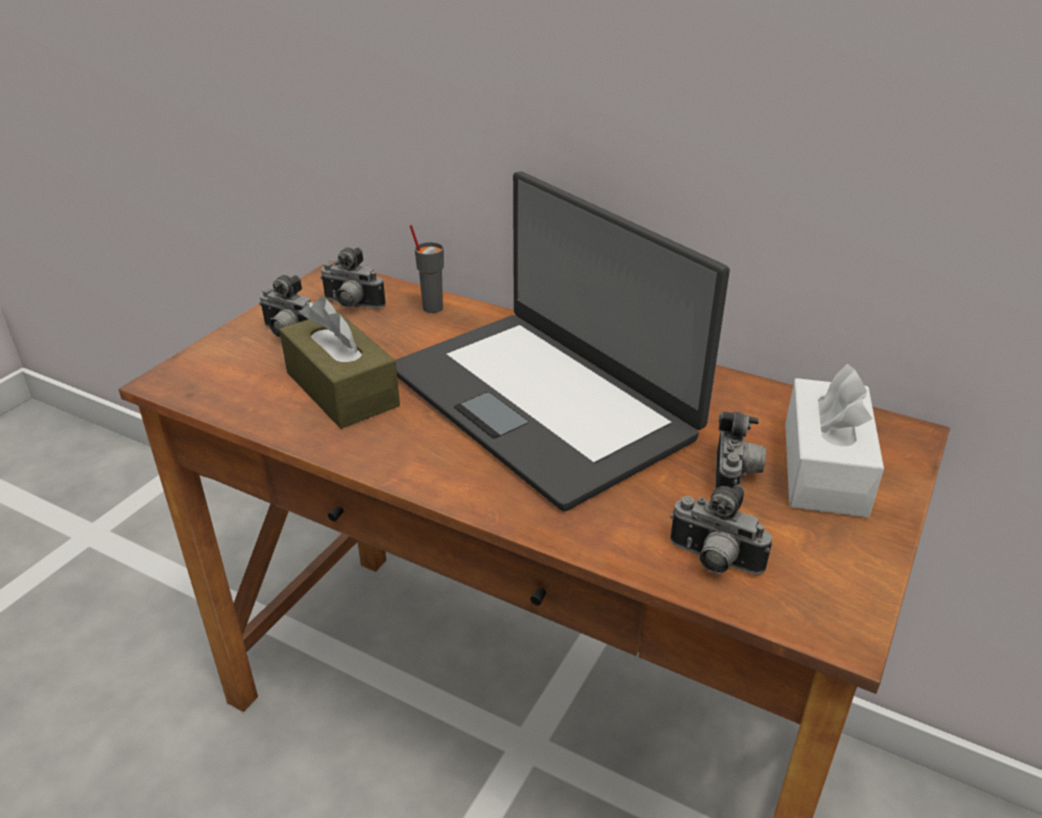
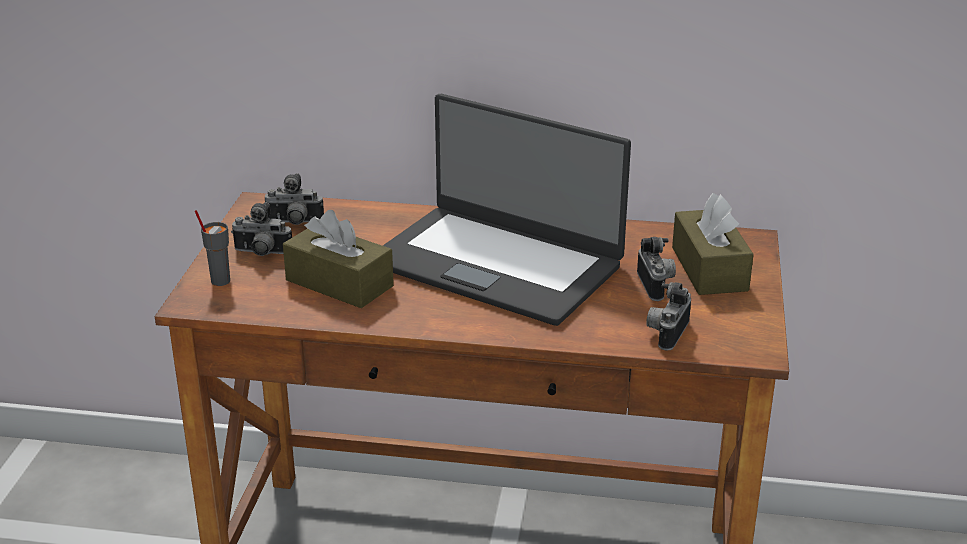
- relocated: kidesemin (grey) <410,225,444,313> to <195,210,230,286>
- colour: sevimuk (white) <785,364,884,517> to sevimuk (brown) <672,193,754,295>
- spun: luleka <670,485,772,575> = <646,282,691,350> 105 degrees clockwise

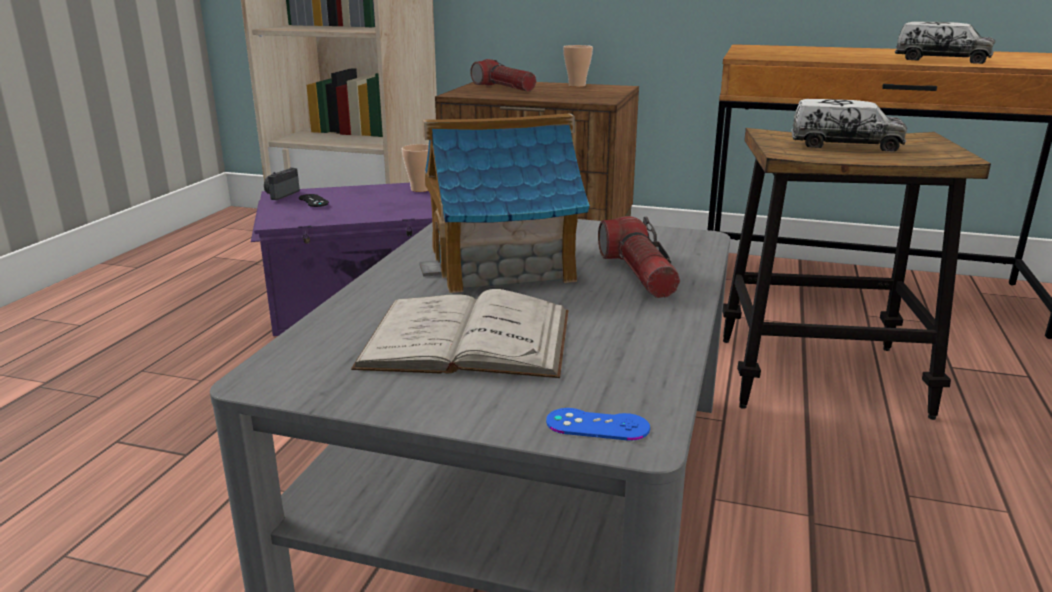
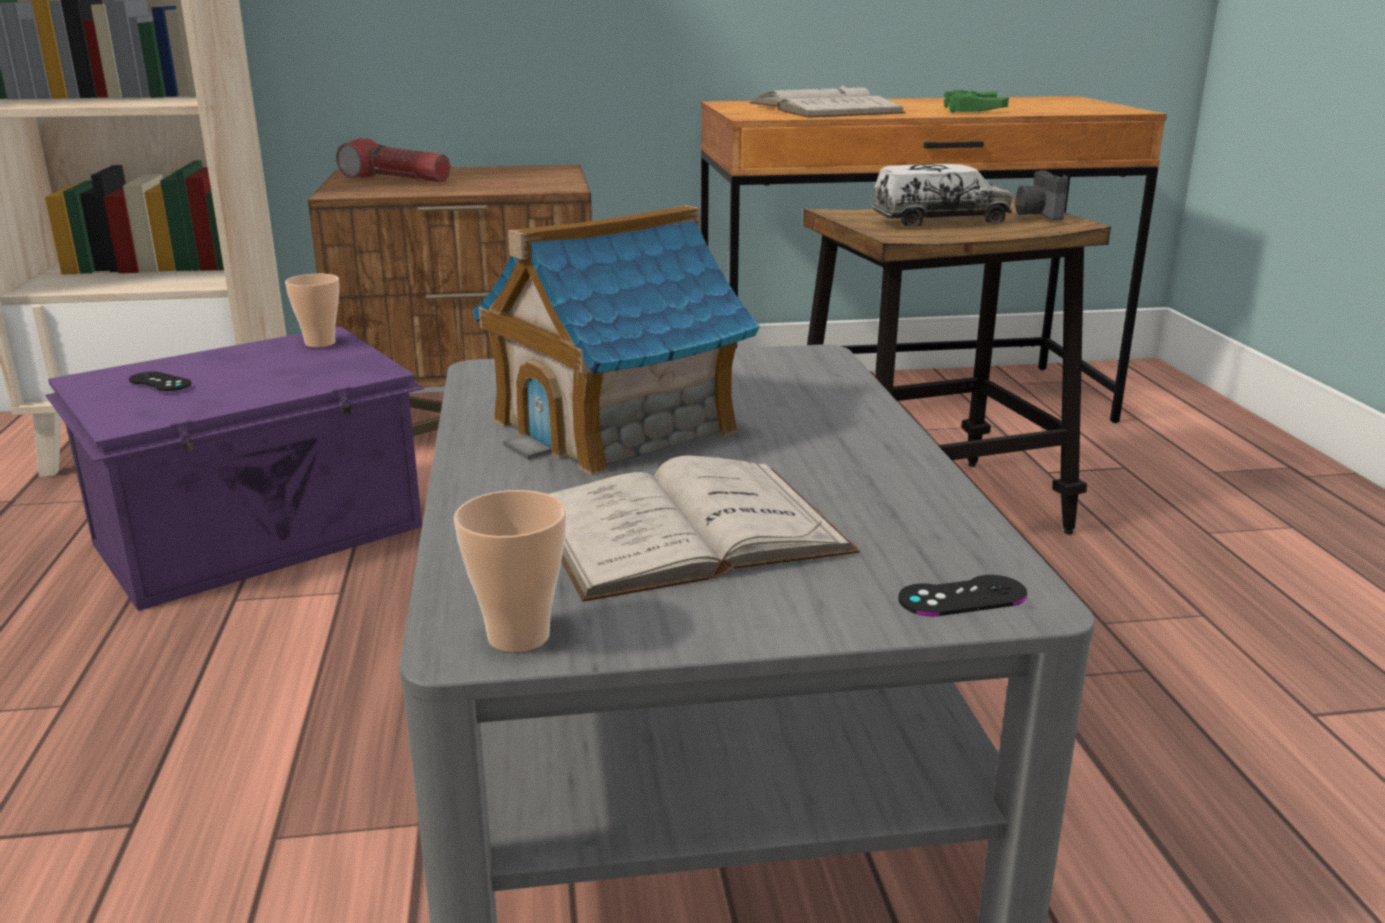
- missing: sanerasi <598,216,680,298>
- appeared: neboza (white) <750,85,906,118>
- relocated: luleka <264,167,300,200> to <1015,170,1068,220>
- relocated: kidesemin <563,45,593,87> to <454,490,566,652>
- exchanged: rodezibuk <895,22,995,64> to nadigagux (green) <943,90,1009,113>
- colour: nadigagux (blue) <546,408,650,441> to nadigagux (black) <898,575,1027,616>

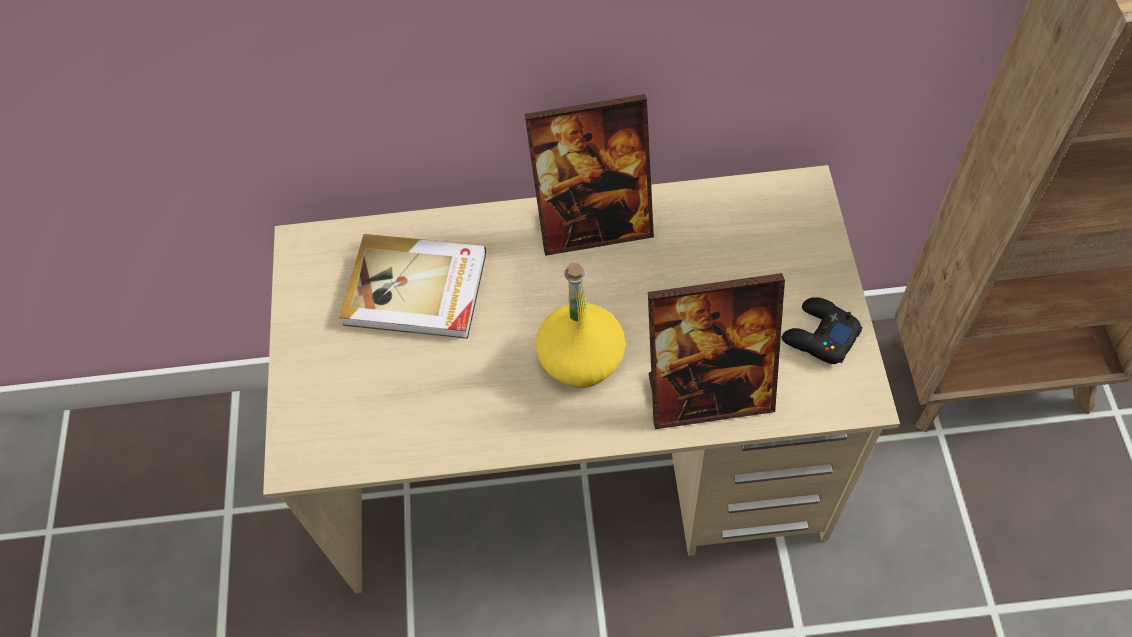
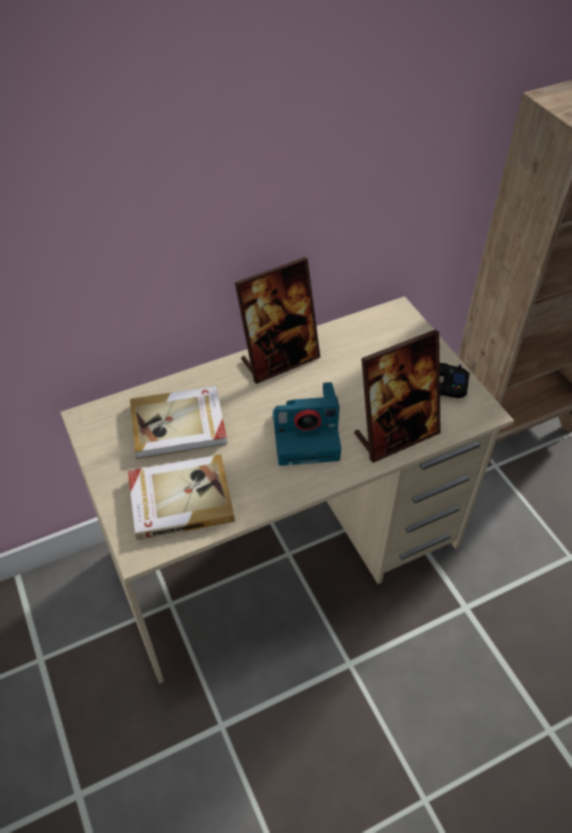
- appeared: neboza <128,454,235,540>
- exchanged: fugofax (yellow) <536,263,625,388> to luleka <273,382,341,466>

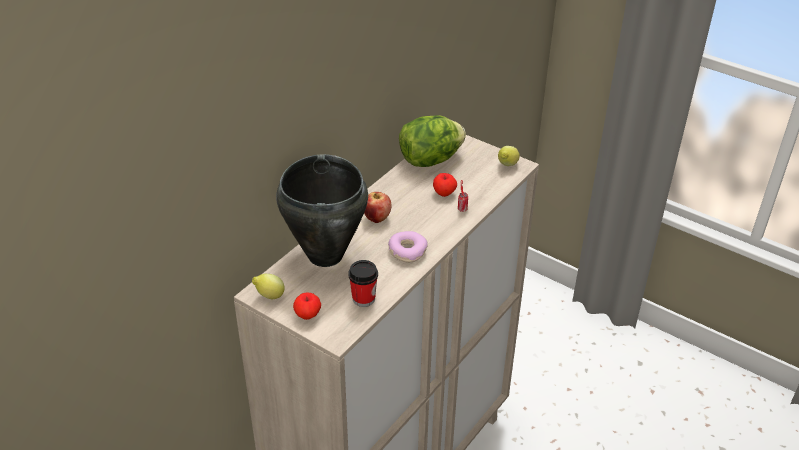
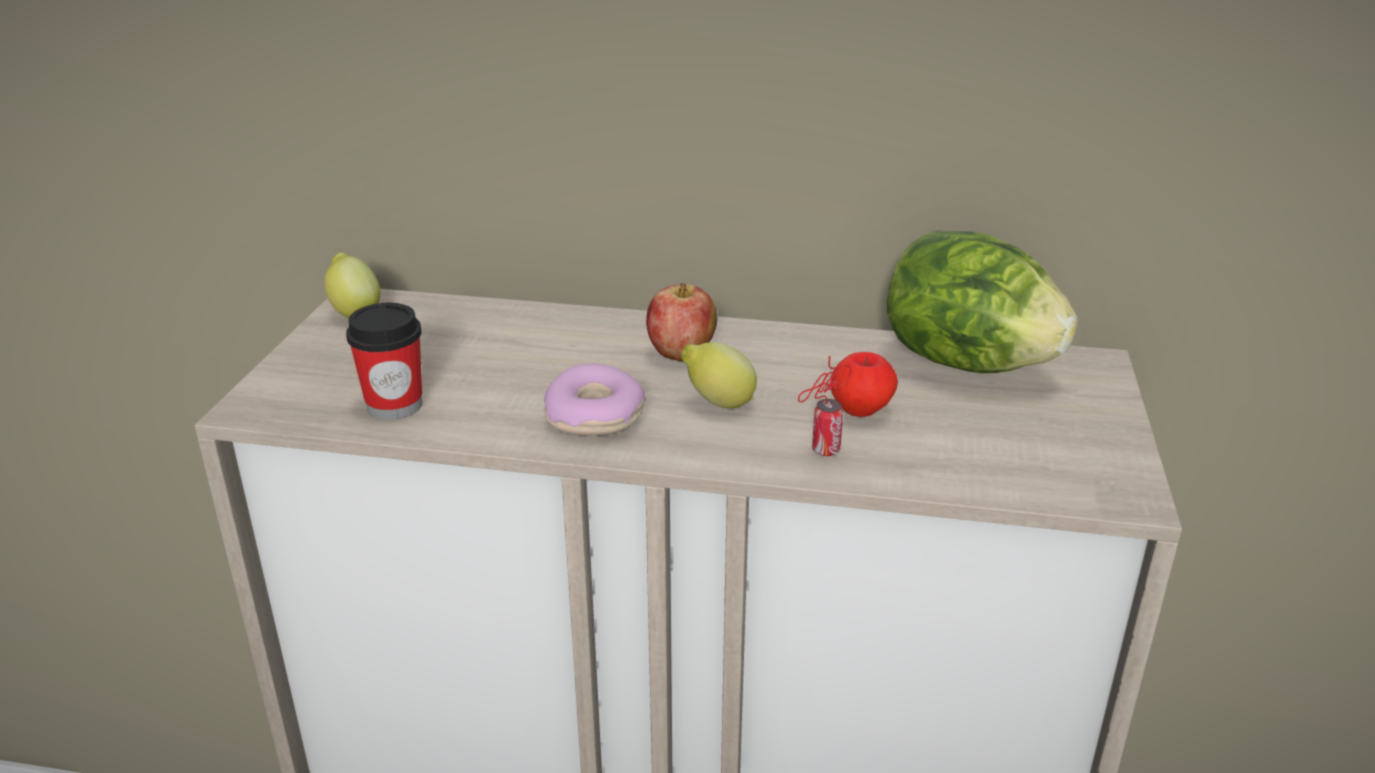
- missing: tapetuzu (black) <276,154,368,267>
- missing: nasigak <293,292,321,320>
- relocated: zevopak <498,146,520,166> to <681,342,757,409>

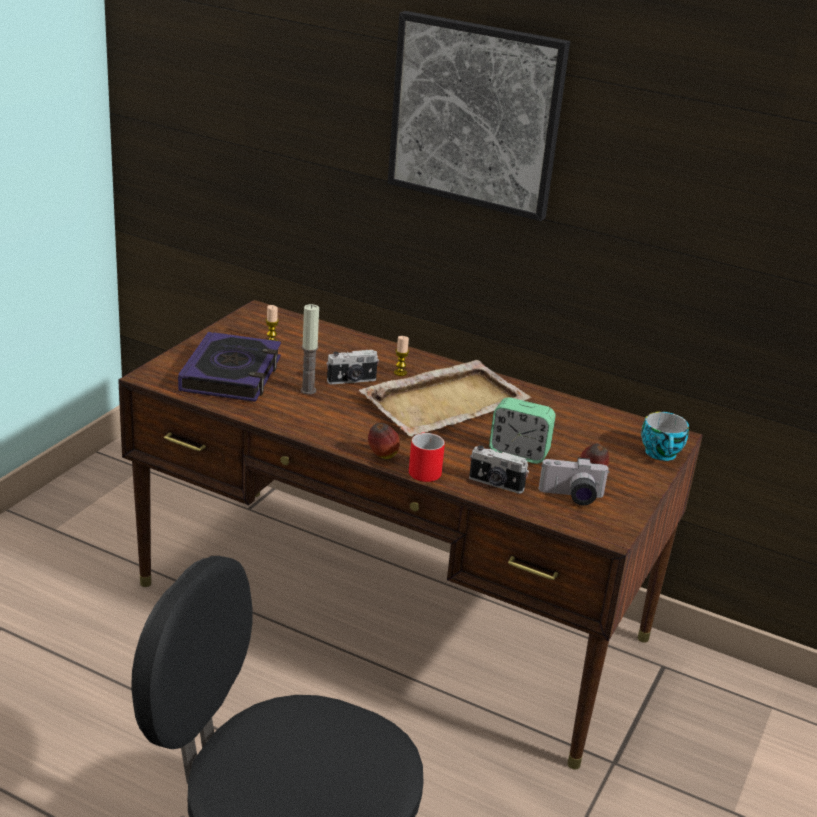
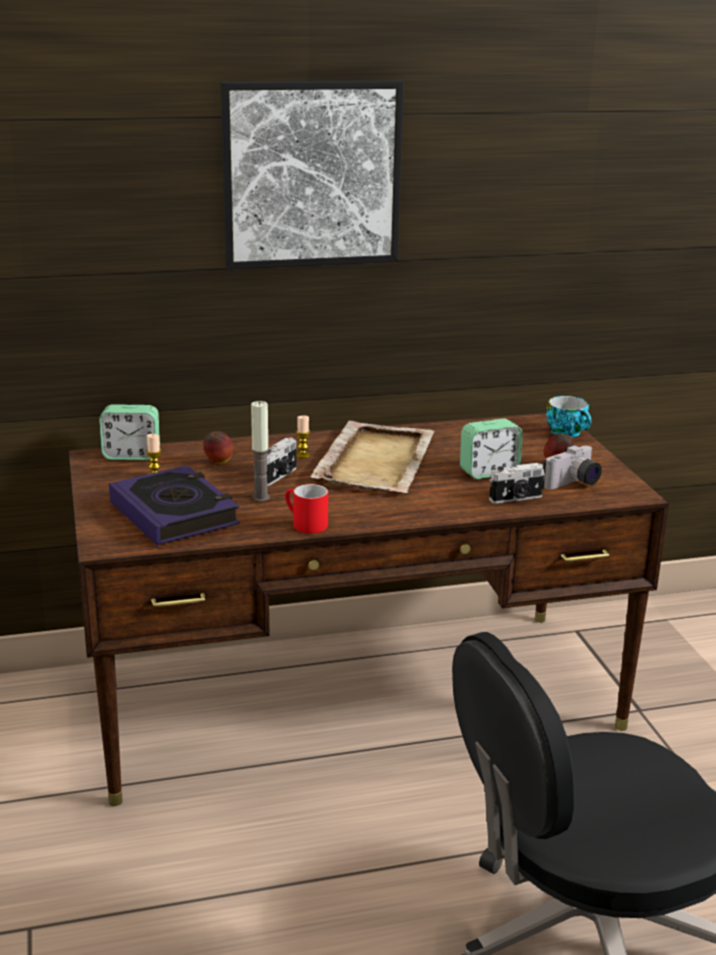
- appeared: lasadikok <99,404,160,460>
- relocated: nasigak <368,423,400,459> to <203,431,233,464>
- relocated: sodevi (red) <409,432,445,482> to <285,484,328,534>

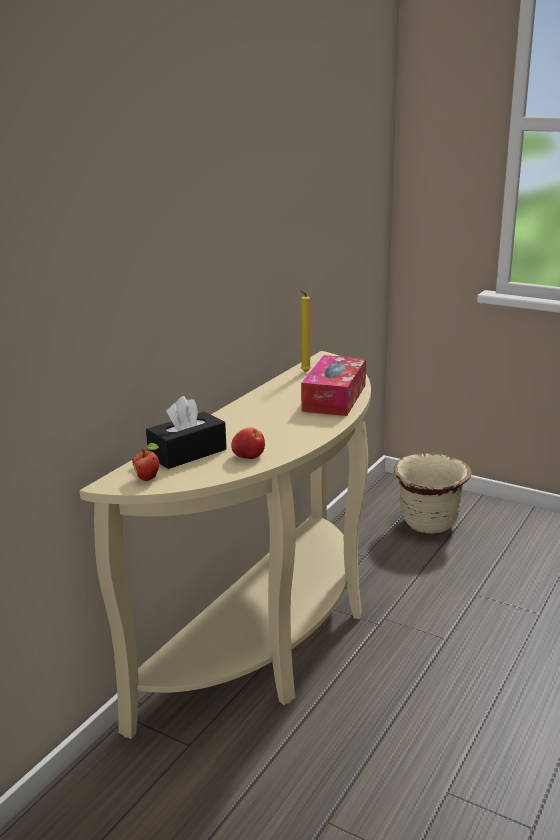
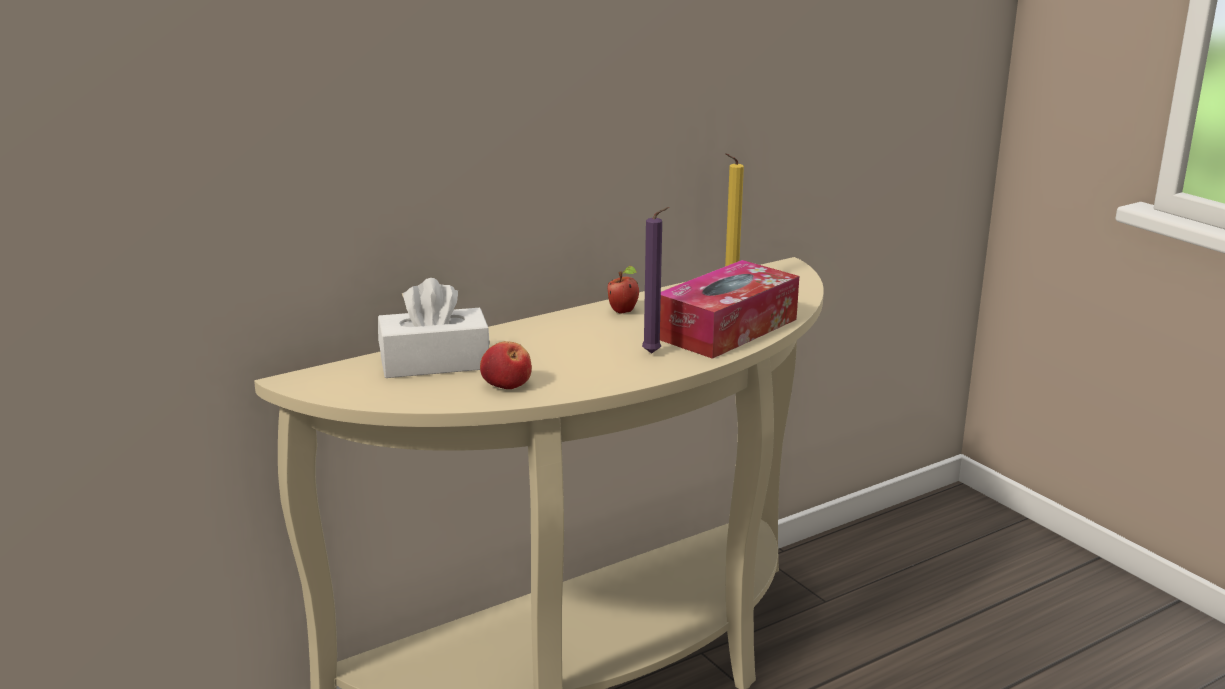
- missing: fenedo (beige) <394,453,472,534>
- appeared: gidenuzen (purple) <642,207,669,354>
- relocated: nasigak <132,443,159,481> to <608,266,639,314>
- colour: sevimuk (black) <146,396,227,469> to sevimuk (white) <378,278,490,378>

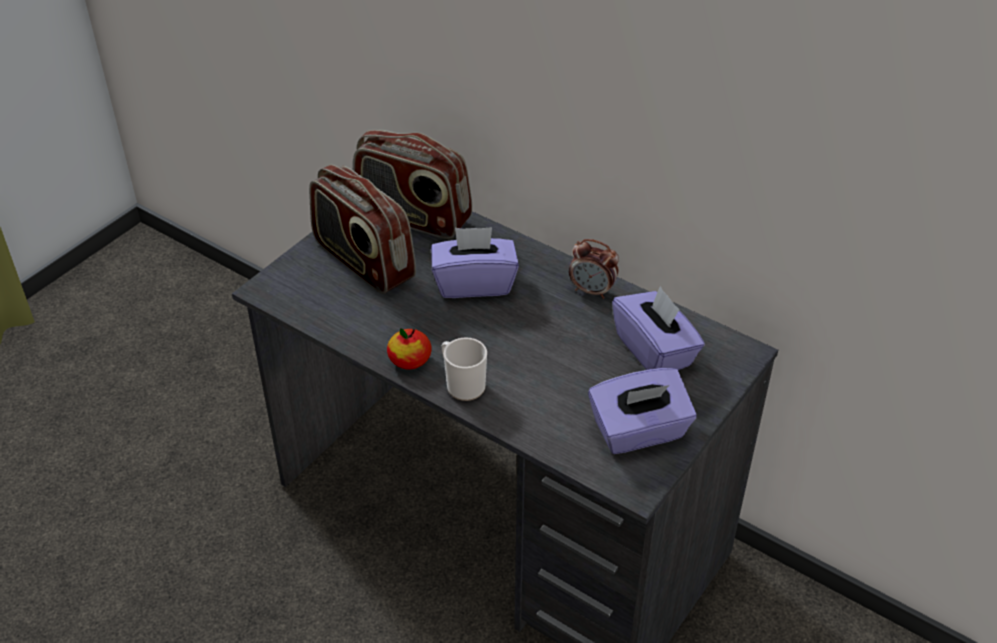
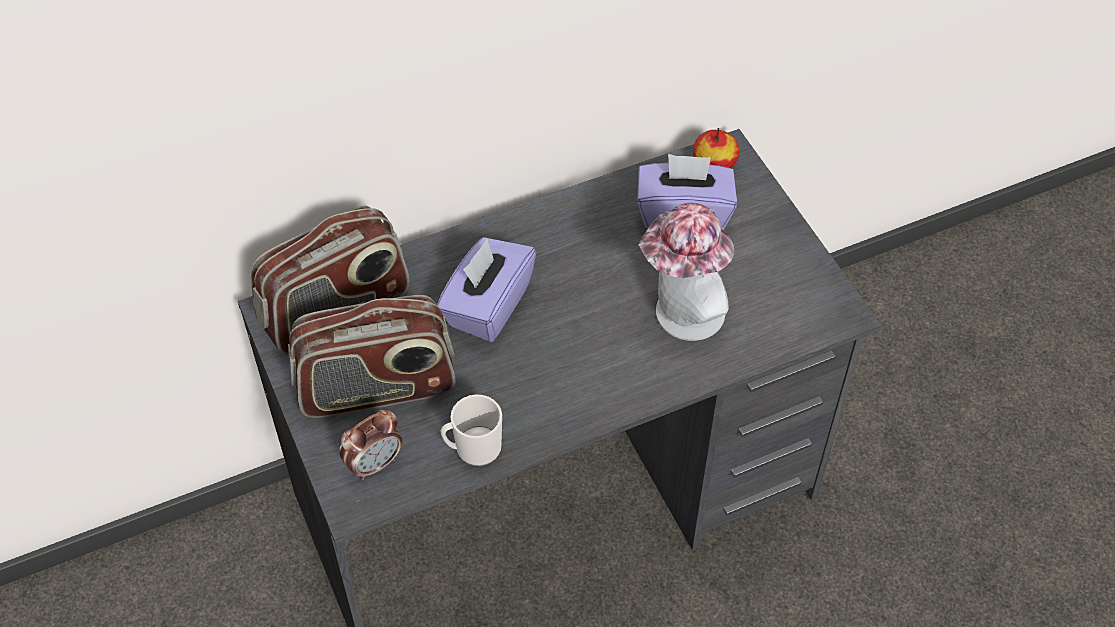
- missing: sevimuk (purple) <588,368,697,454>
- appeared: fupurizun <639,203,734,341>
- relocated: nasigak <387,328,432,370> to <693,128,739,168>
- relocated: sodevi <442,337,487,401> to <441,394,502,466>
- relocated: lasadikok <569,239,619,299> to <339,410,402,480>

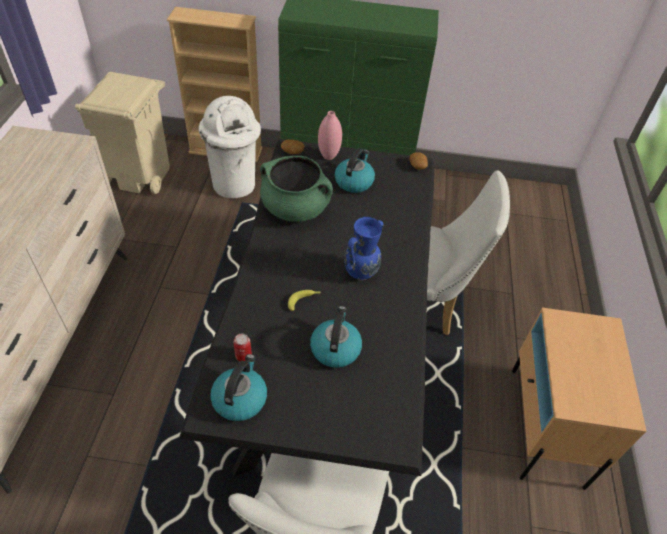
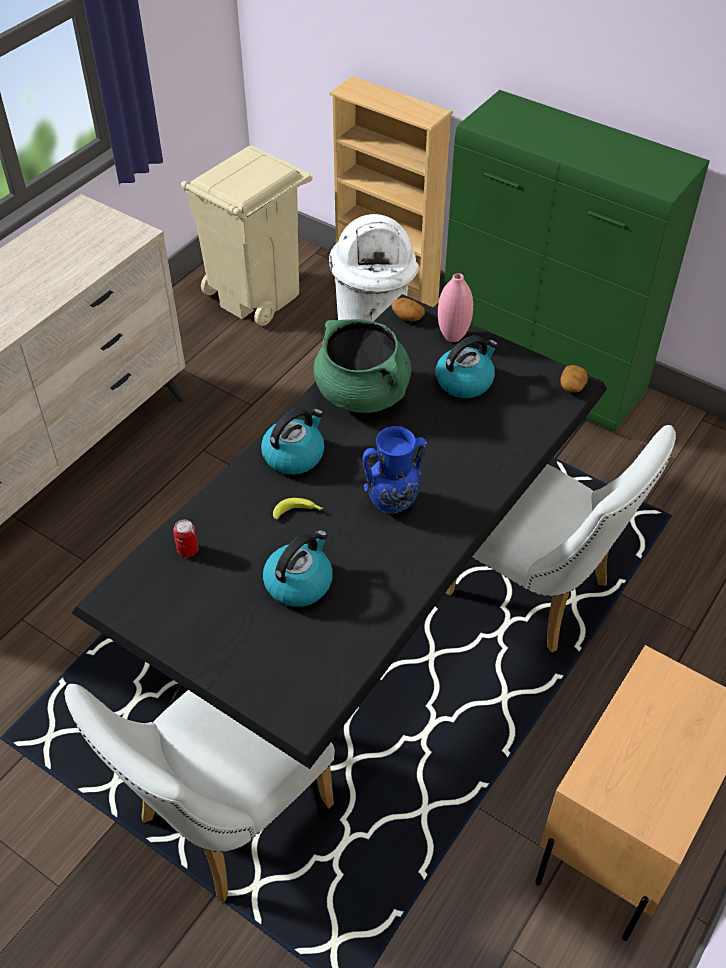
- relocated: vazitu <210,354,267,421> to <261,408,324,475>

